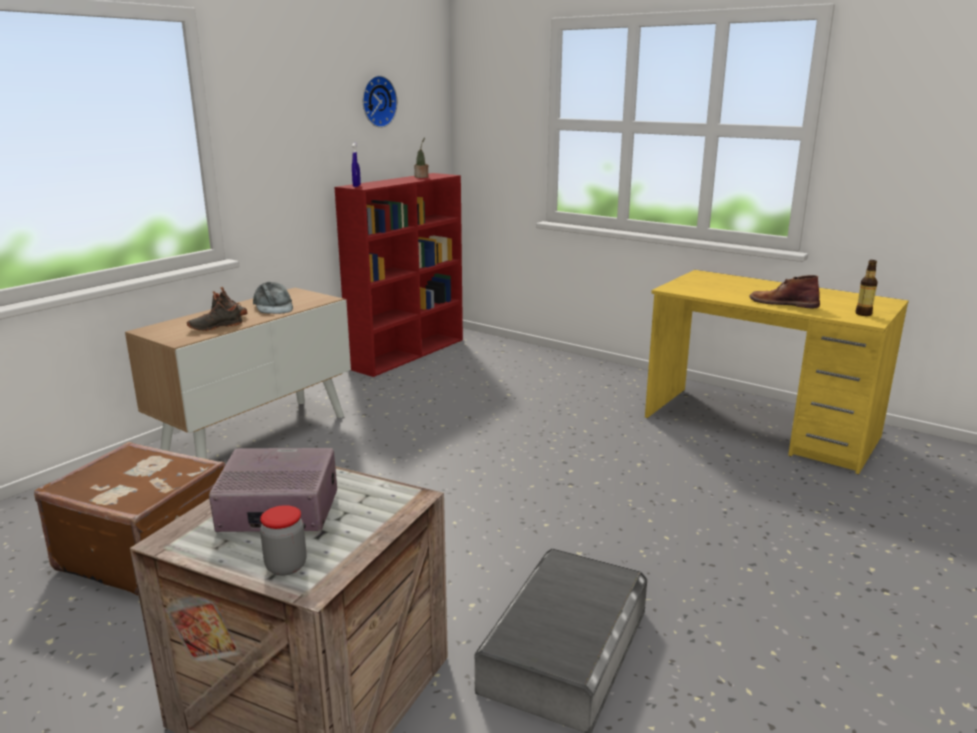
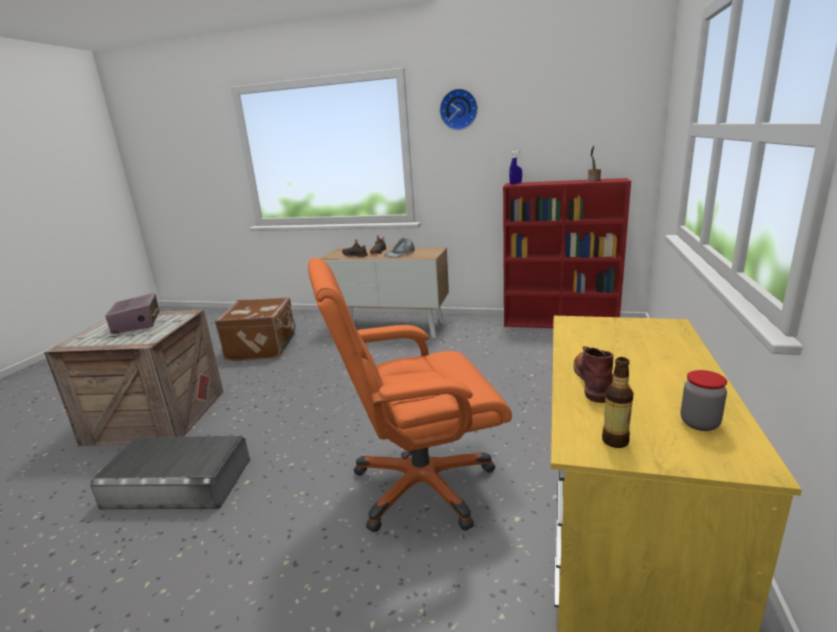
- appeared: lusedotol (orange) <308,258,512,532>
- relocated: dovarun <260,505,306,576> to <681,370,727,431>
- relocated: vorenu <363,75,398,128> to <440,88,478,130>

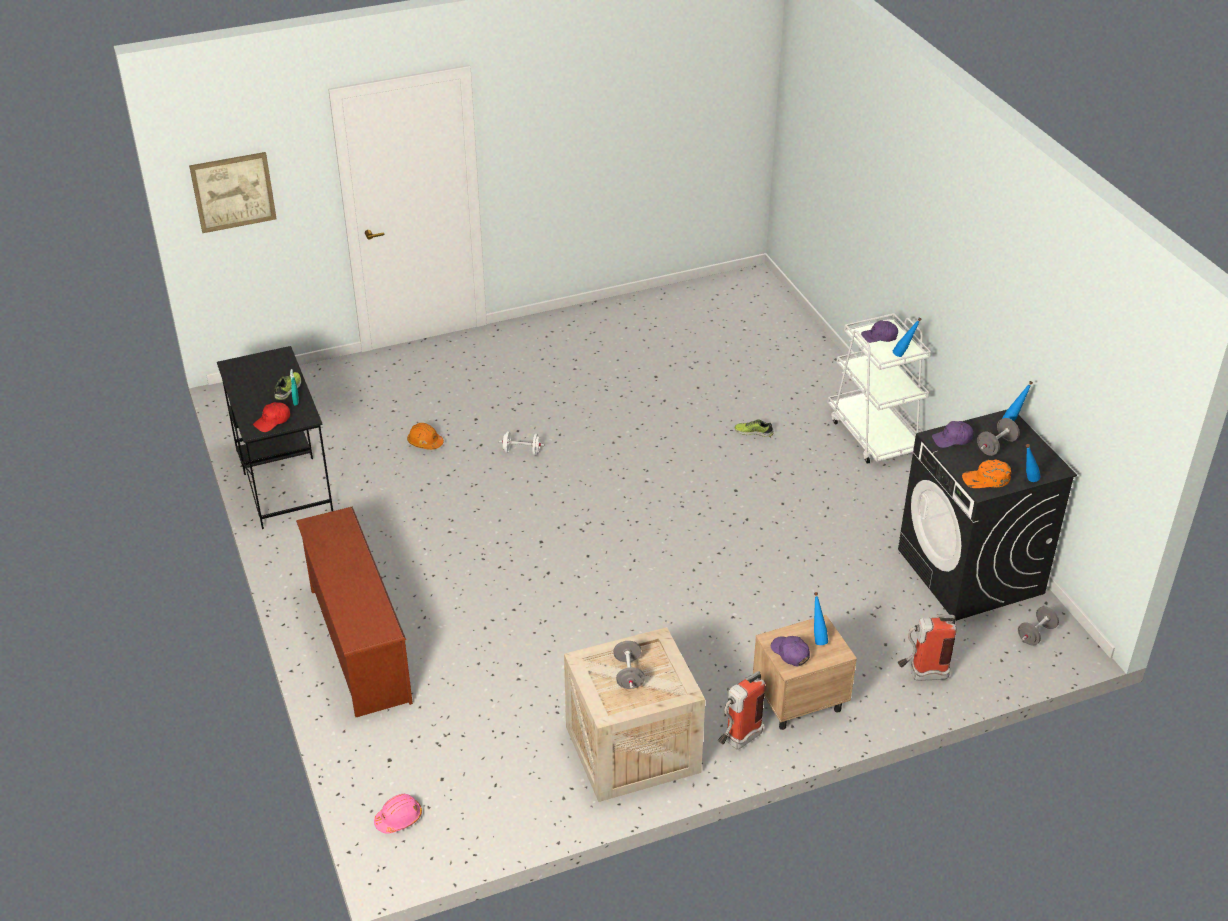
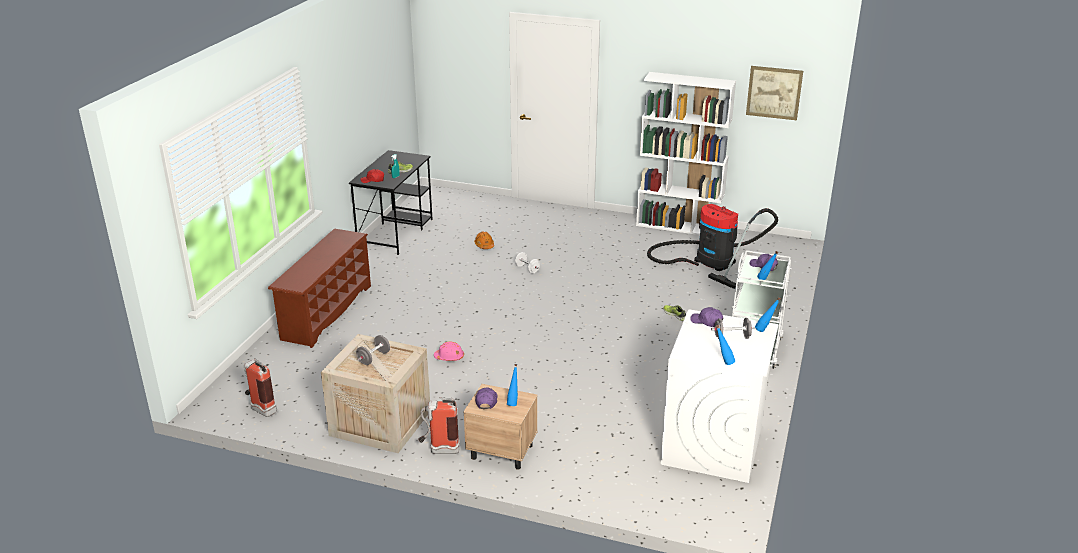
- missing: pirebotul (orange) <962,459,1011,488>
- missing: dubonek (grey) <1018,606,1059,646>
- appeared: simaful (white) <636,72,736,235>
- appeared: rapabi <647,204,778,289>
- relocated: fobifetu <189,152,277,233> to <746,66,803,120>
- relocated: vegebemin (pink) <374,794,422,834> to <434,342,464,361>
- relocated: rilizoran <898,614,957,681> to <244,358,277,417>
- colour: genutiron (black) <898,409,1077,621> to genutiron (white) <661,309,779,483>

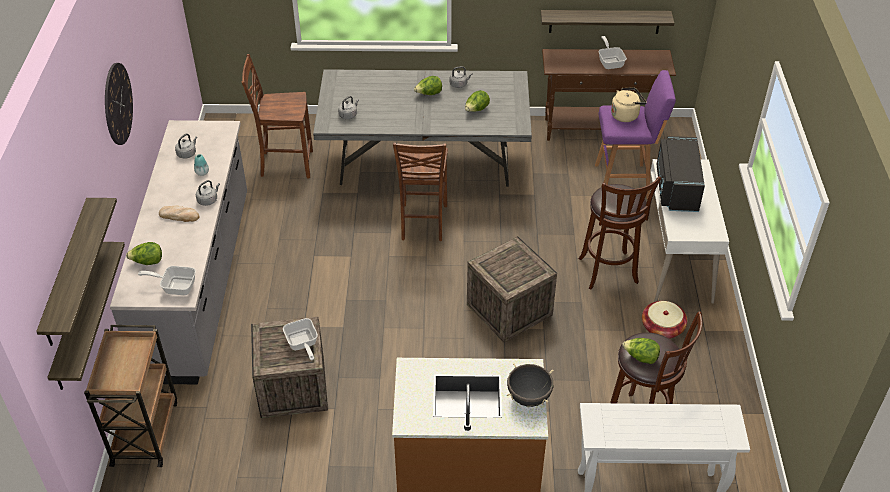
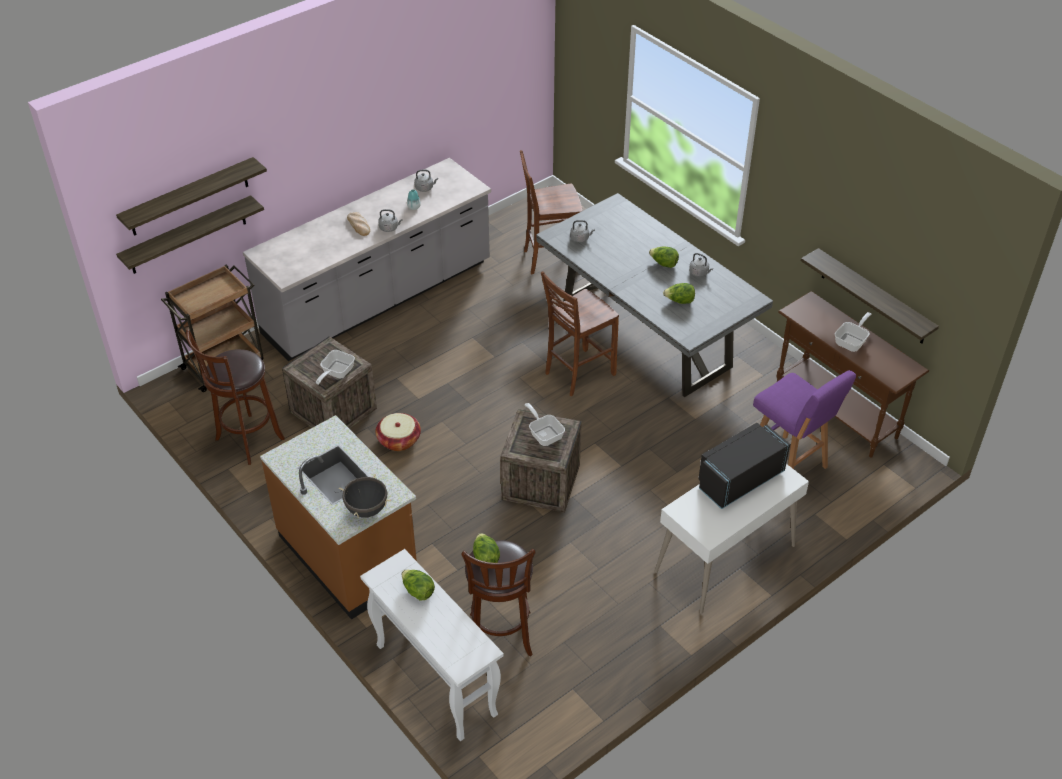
- missing: vorenu <105,63,133,145>
- missing: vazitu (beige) <611,87,647,122>
- relocated: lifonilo <126,242,162,265> to <402,570,435,601>
- relocated: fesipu <138,266,196,295> to <525,403,565,446>
- relocated: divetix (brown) <579,176,661,289> to <186,330,285,465>
- relocated: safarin <642,301,687,339> to <376,413,421,451>
- spun: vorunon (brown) <241,54,313,178> = <520,150,582,274> 60 degrees counterclockwise

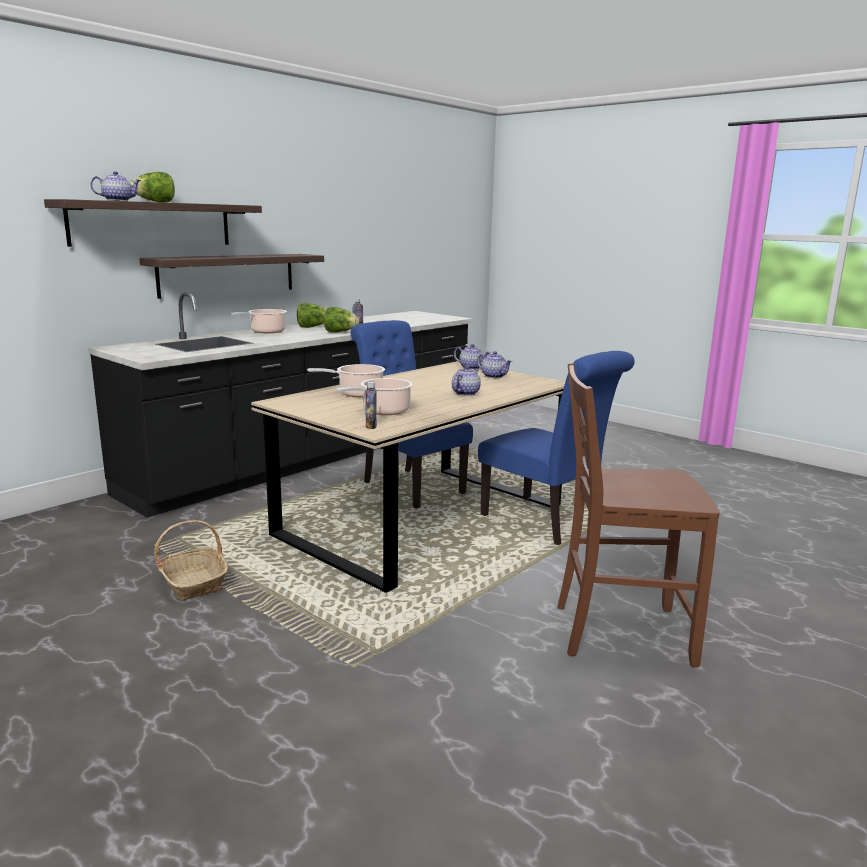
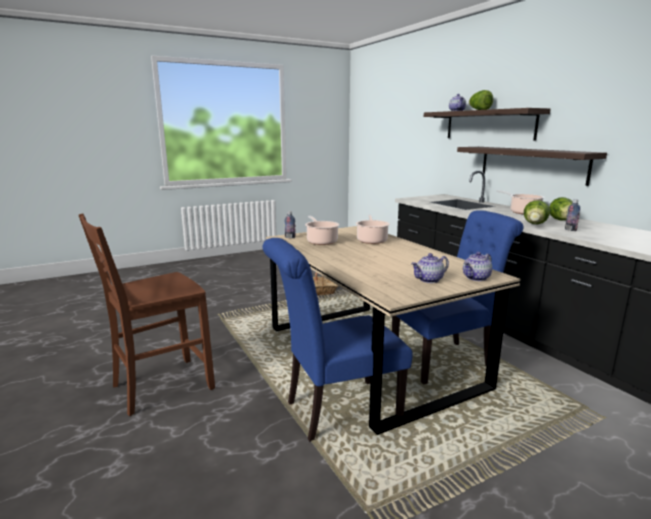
- missing: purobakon <452,366,481,396>
- spun: vorunon (brown) <557,363,720,668> = <79,214,215,416> 150 degrees counterclockwise

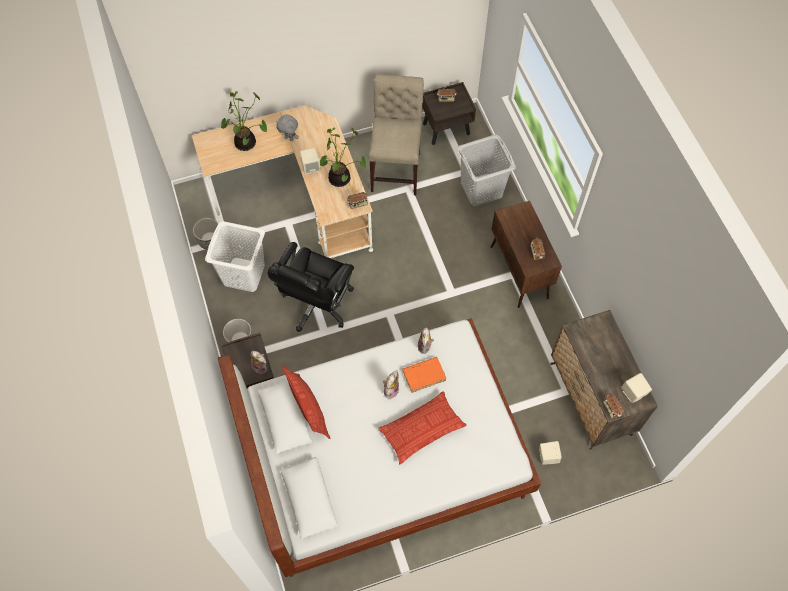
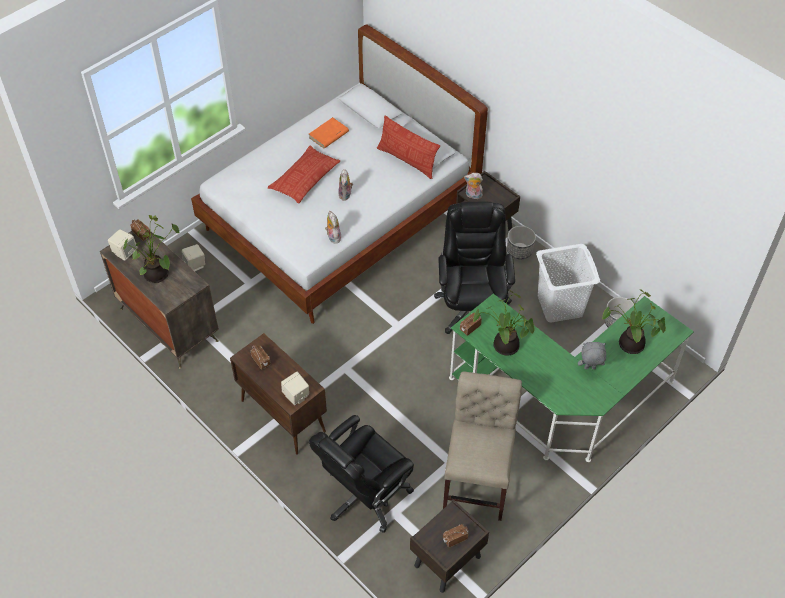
- appeared: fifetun <123,215,180,283>
- relocated: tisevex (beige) <300,148,321,174> to <281,372,309,405>
- relocated: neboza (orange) <402,357,446,393> to <309,117,349,149>
- exchanged: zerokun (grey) <457,134,516,206> to lusedotol (black) <309,415,414,533>
- colour: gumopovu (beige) <192,105,373,258> to gumopovu (green) <449,294,694,462>
- spun: vorunon (beige) <369,74,424,195> = <443,371,522,521> 150 degrees counterclockwise

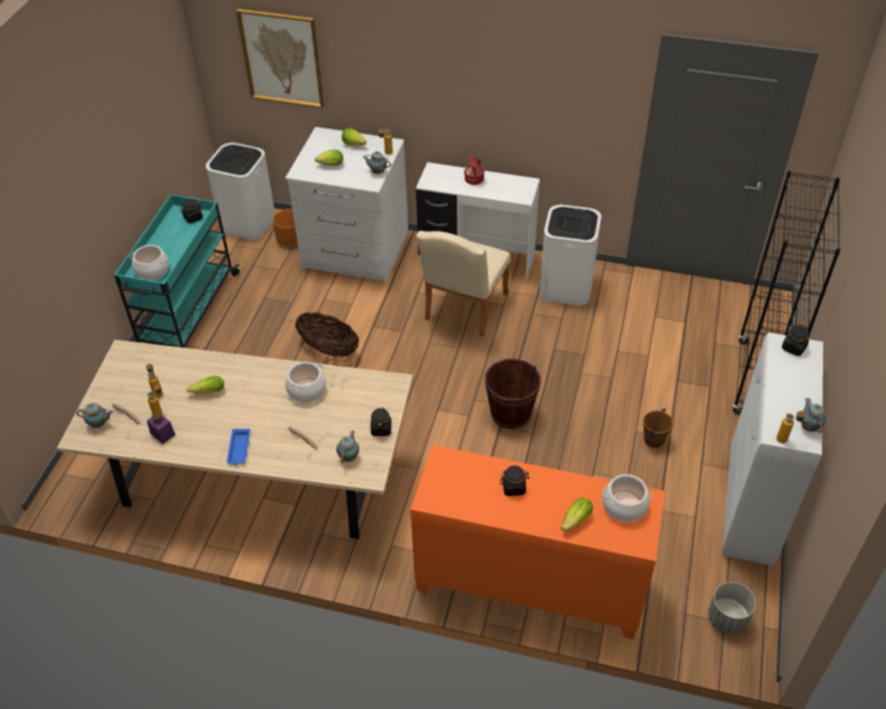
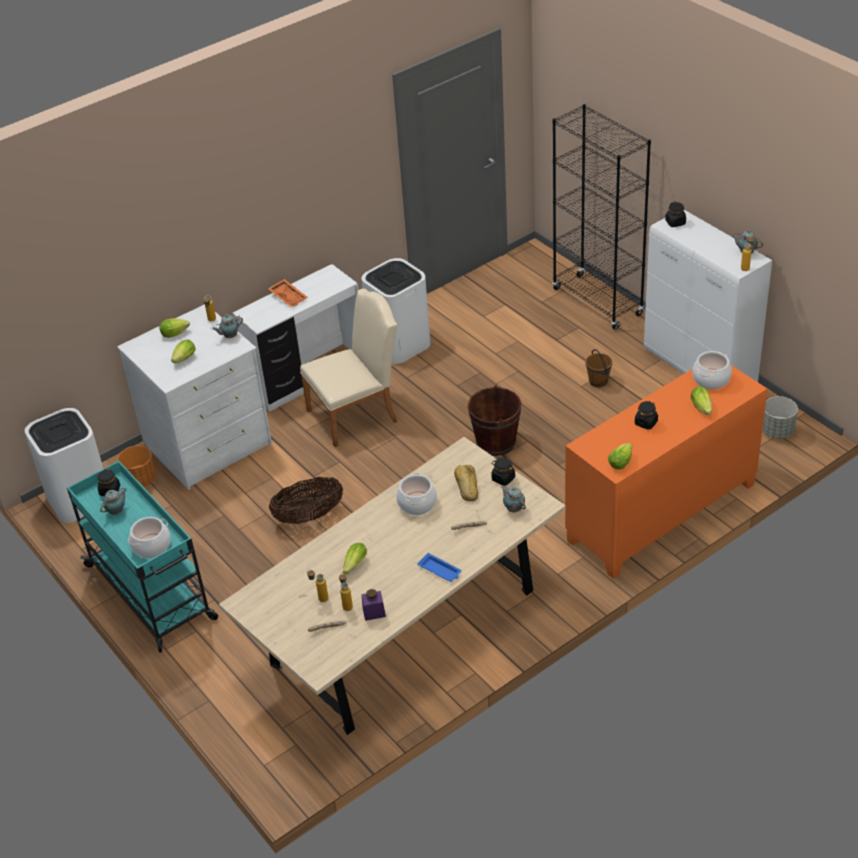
- missing: fobifetu <236,9,324,108>
- appeared: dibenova <454,465,478,501>
- appeared: lifonilo <608,443,632,470>
- relocated: purobakon <76,403,113,428> to <100,488,127,515>
- exchanged: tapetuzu <464,156,484,185> to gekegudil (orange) <268,279,308,308>
- spun: vorunon (beige) <416,231,511,337> = <300,289,397,447> 90 degrees counterclockwise

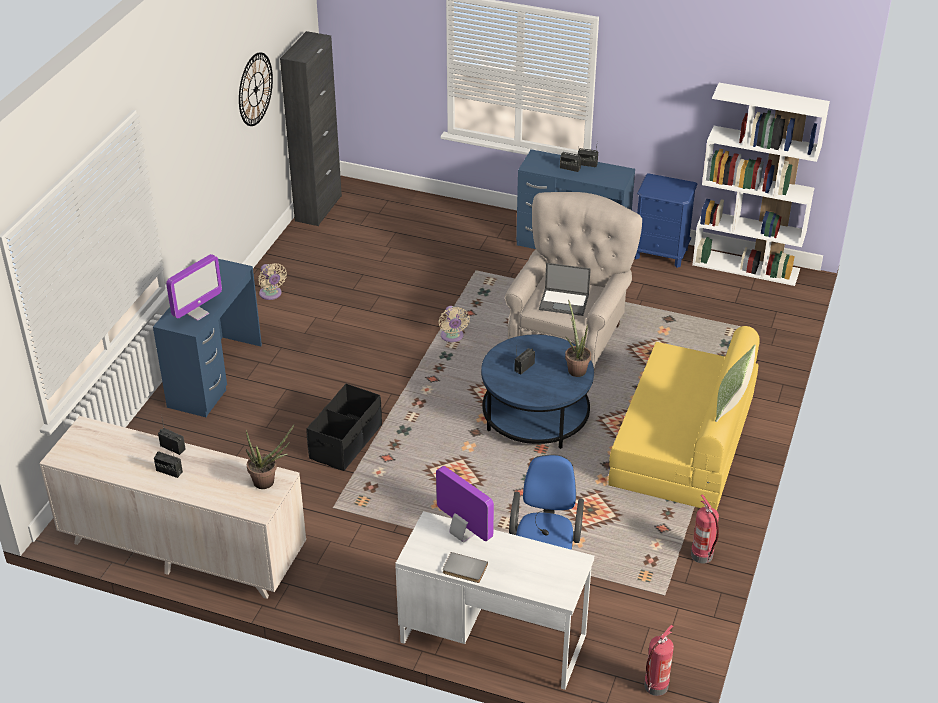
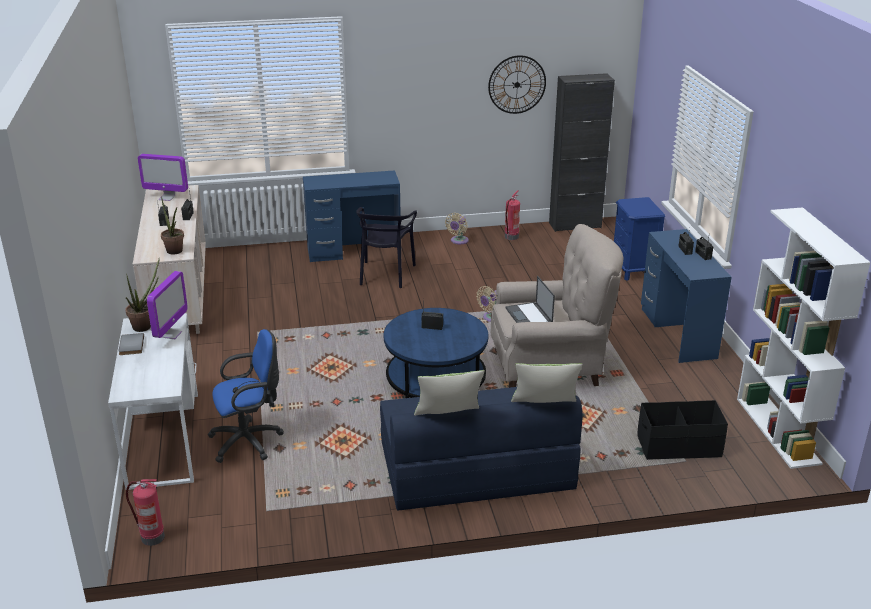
- appeared: vorunon (black) <356,207,417,288>
- appeared: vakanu <511,363,583,403>
- relocated: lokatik <166,254,222,321> to <138,154,188,201>
- relocated: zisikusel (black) <306,384,382,471> to <637,400,728,460>
- relocated: fifetun <565,300,591,377> to <125,257,160,332>
- relocated: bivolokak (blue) <635,173,698,268> to <614,197,665,281>
- relocated: rilizoran <691,494,719,563> to <505,190,520,240>
- colour: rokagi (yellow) <608,326,760,511> to rokagi (blue) <380,387,582,511>

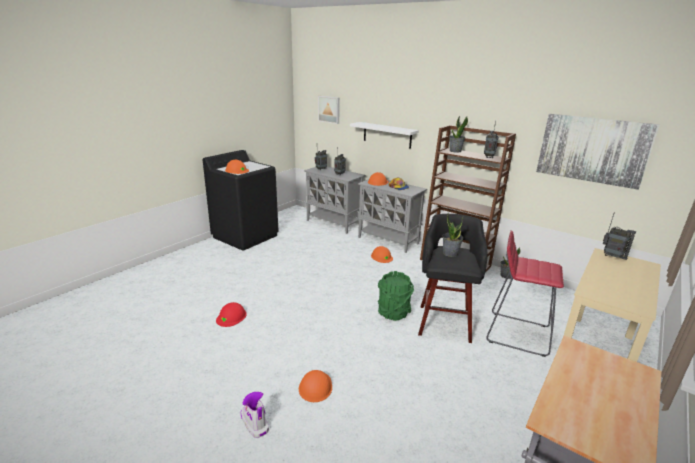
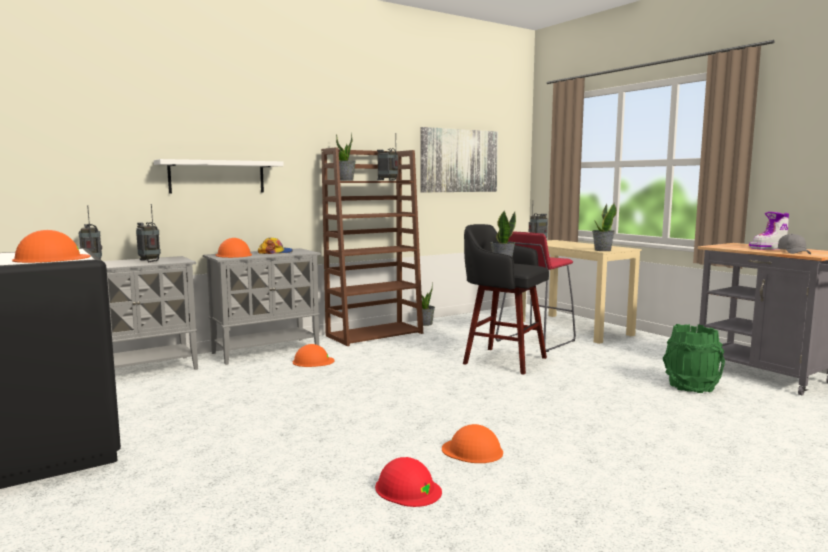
- missing: fobifetu <318,96,340,124>
- appeared: fifetun <593,203,617,251>
- appeared: pirebotul (grey) <778,234,811,254>
- relocated: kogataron <241,392,269,438> to <749,212,789,250>
- relocated: vegebemin (orange) <299,370,332,402> to <442,424,503,463>
- relocated: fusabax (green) <378,271,414,321> to <663,324,725,393>

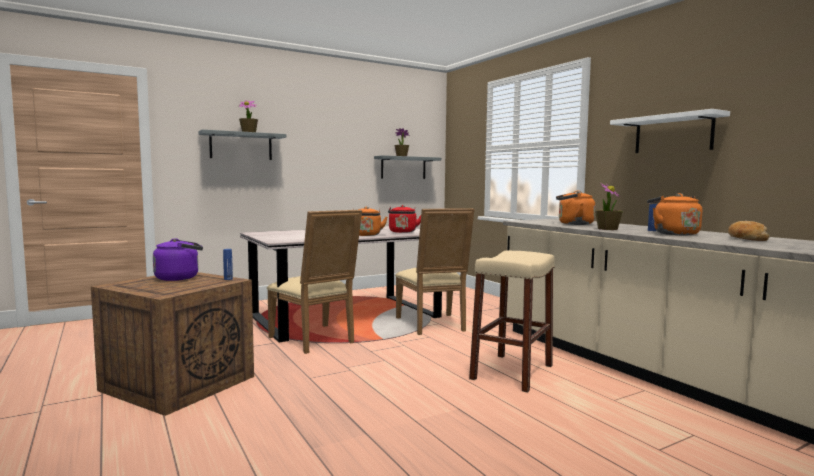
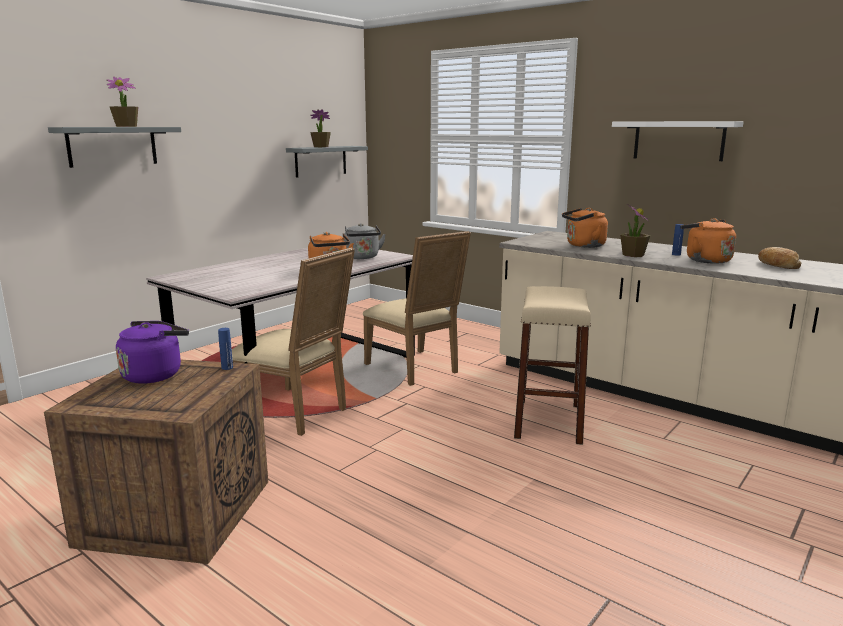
- colour: vazitu (red) <388,205,421,233> to vazitu (grey) <344,223,386,259>

